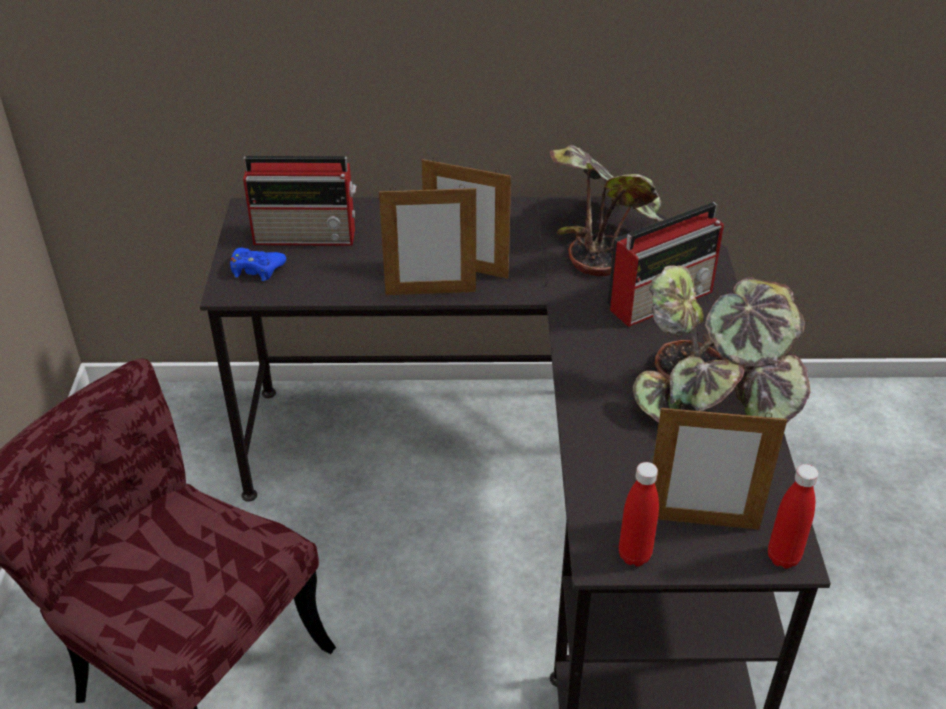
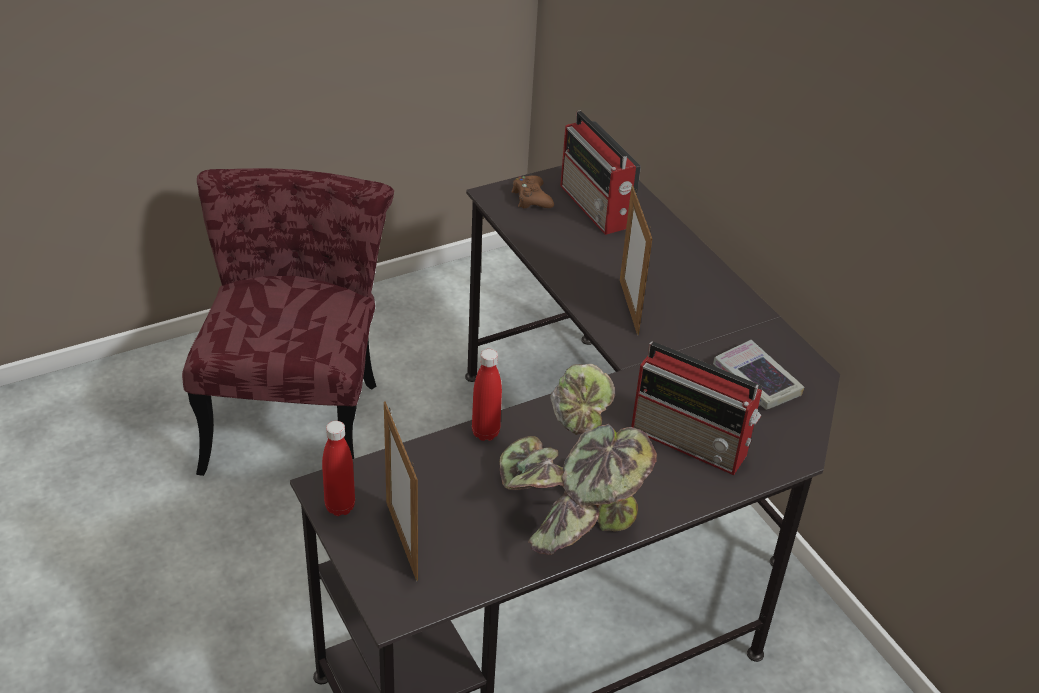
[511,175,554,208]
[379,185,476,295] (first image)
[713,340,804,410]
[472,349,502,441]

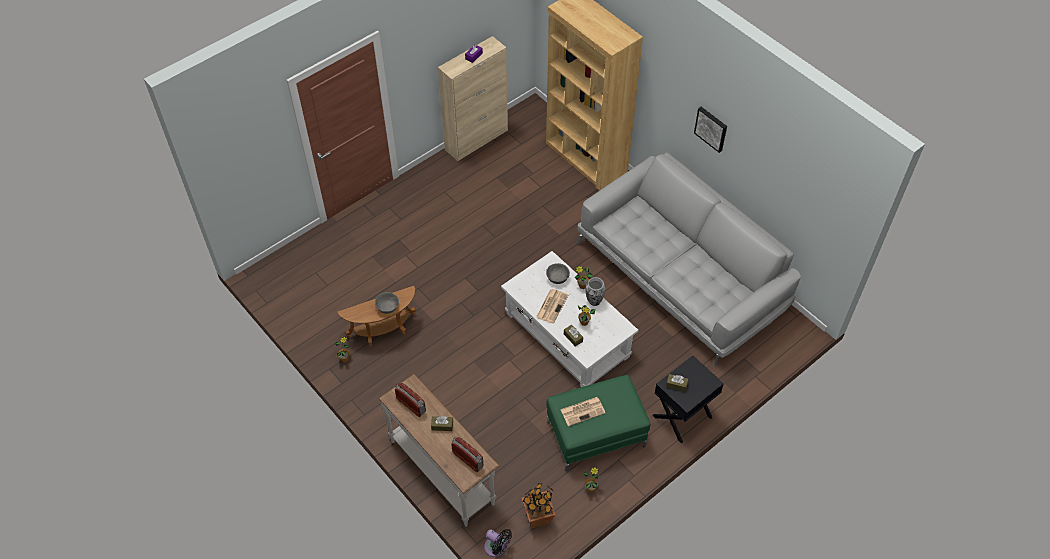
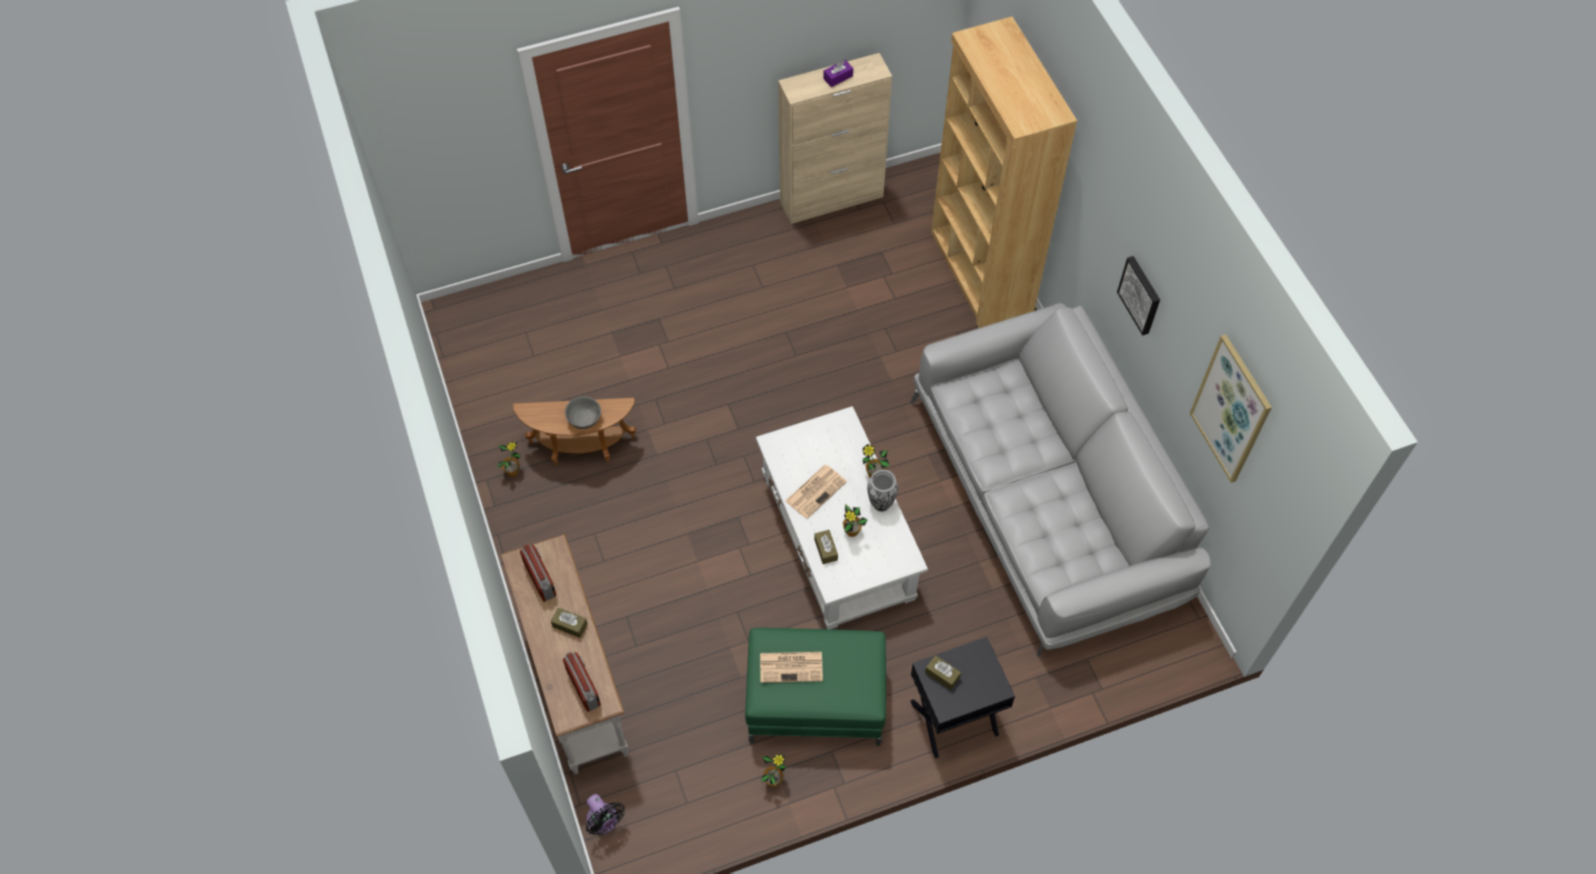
[522,483,555,529] (first image)
[546,263,570,284] (first image)
[1190,334,1272,483]

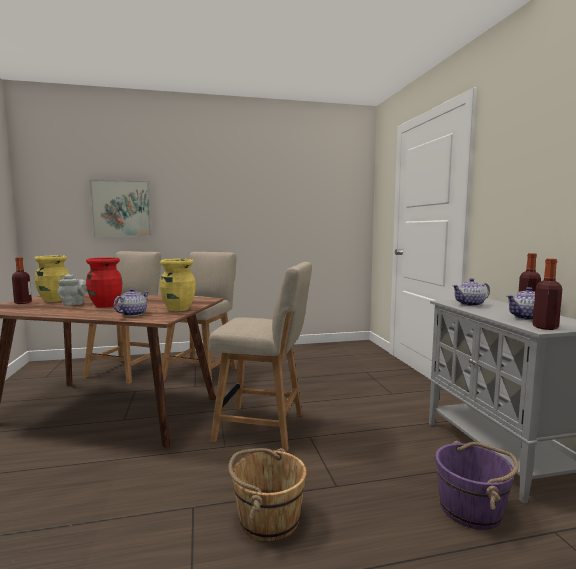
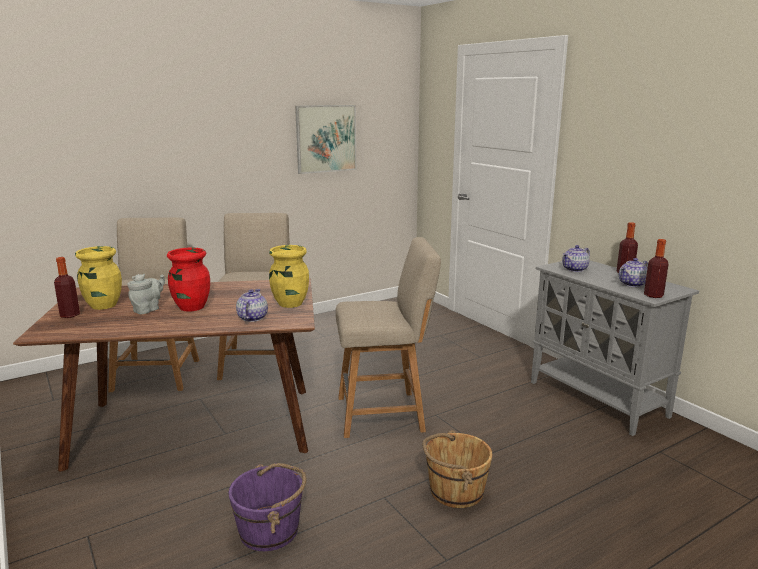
[295,105,356,174]
[229,463,307,551]

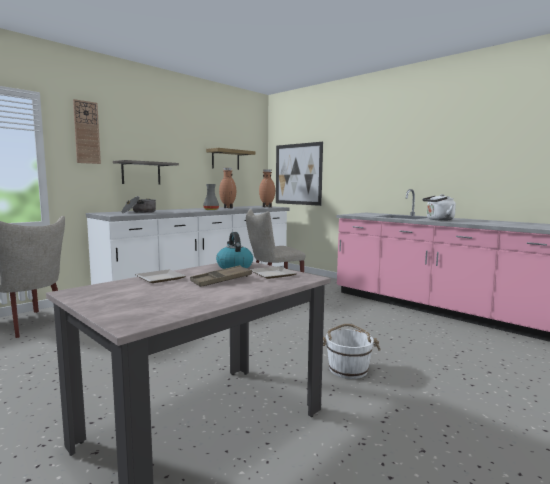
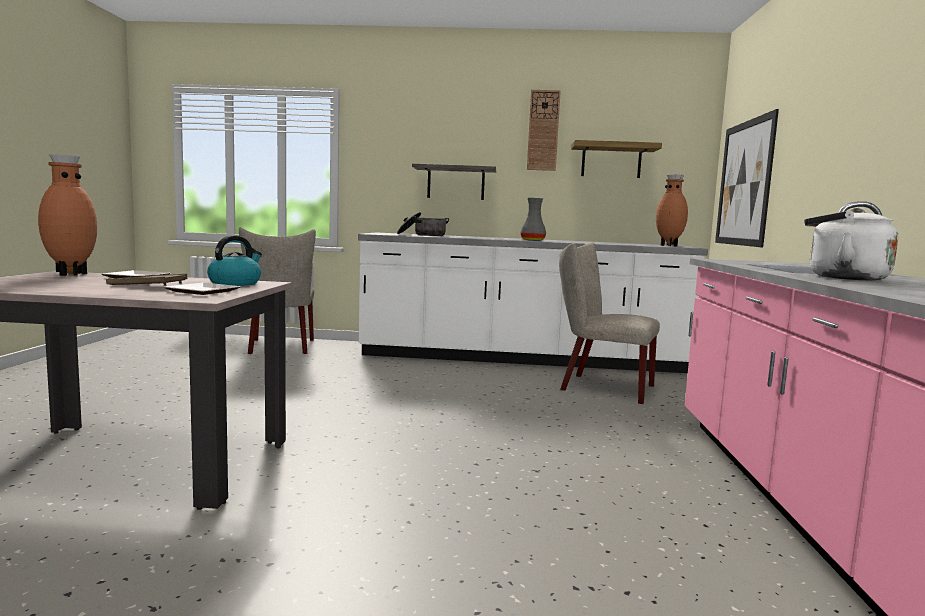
[527,90,561,171]
[38,154,97,276]
[323,324,381,379] (first image)

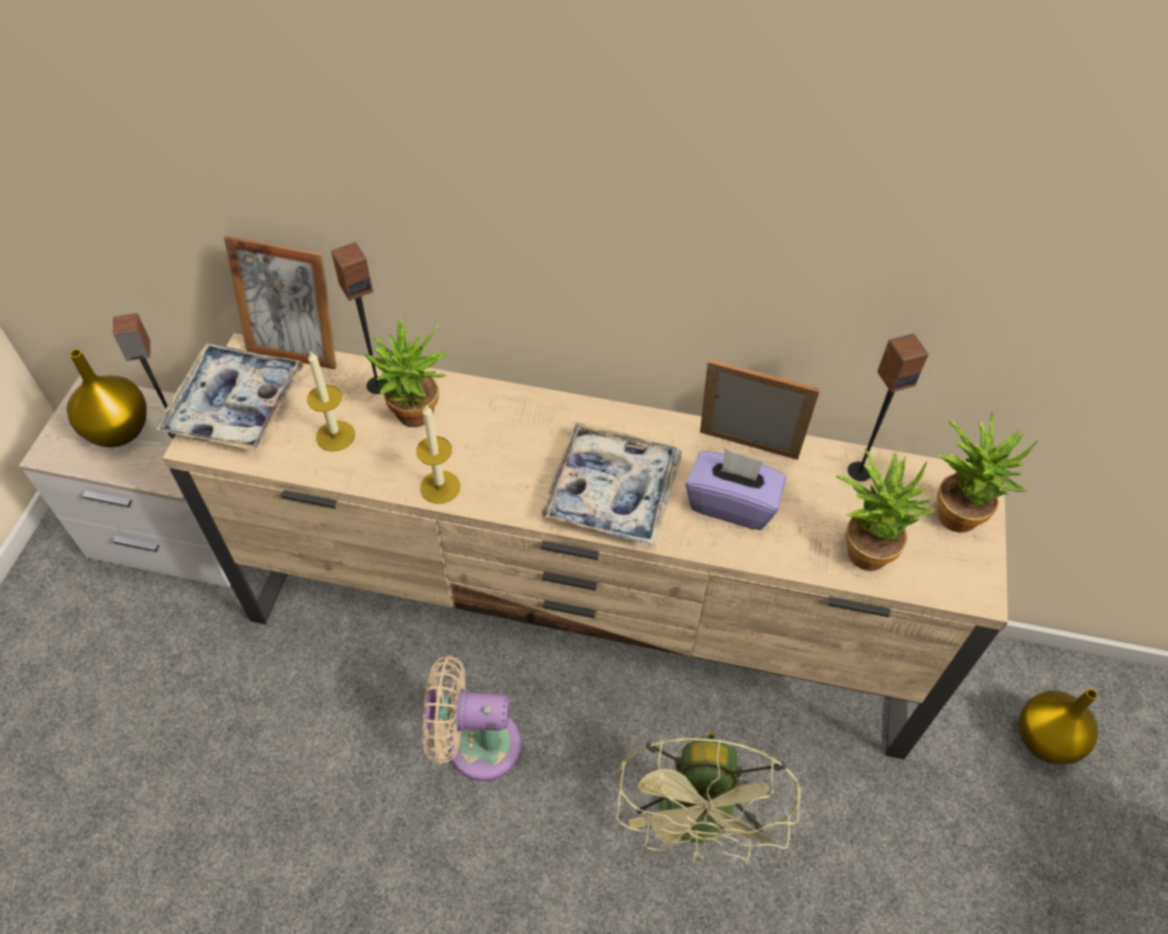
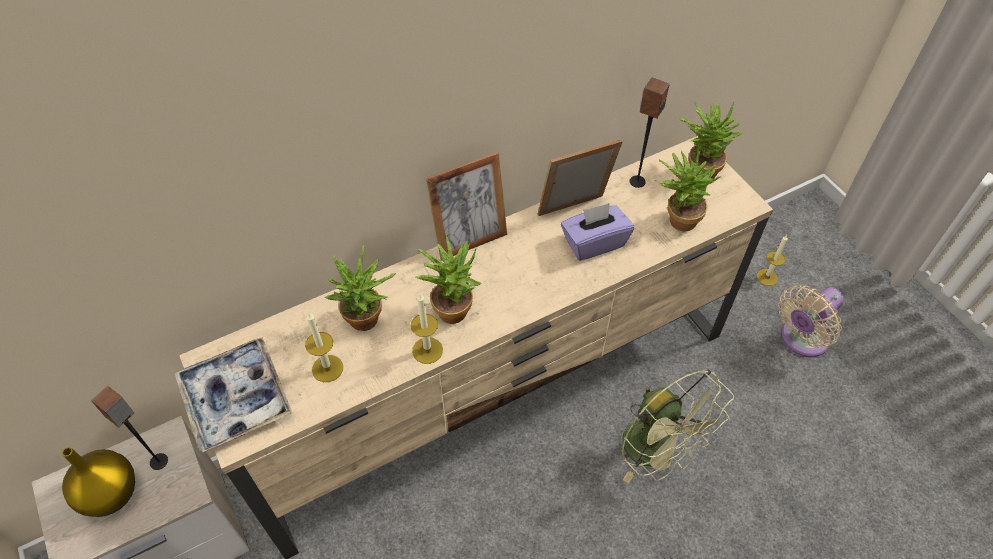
[425,152,507,261]
[331,242,384,394] (first image)
[778,285,844,357]
[539,422,682,547] (first image)
[757,235,787,286]
[415,234,482,324]

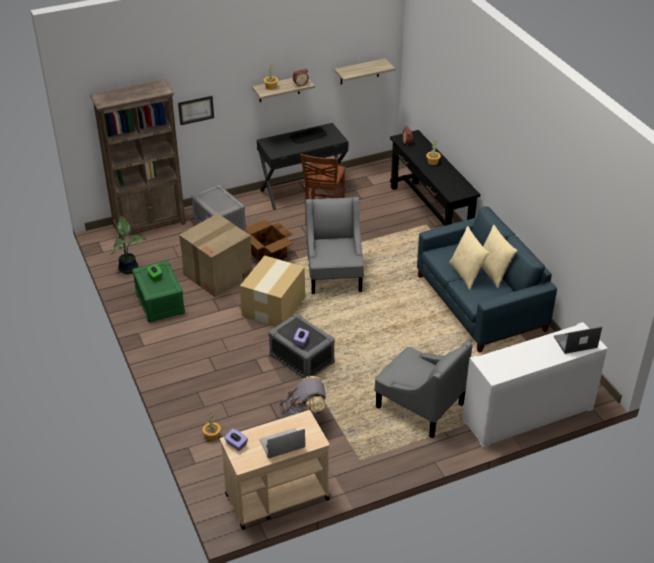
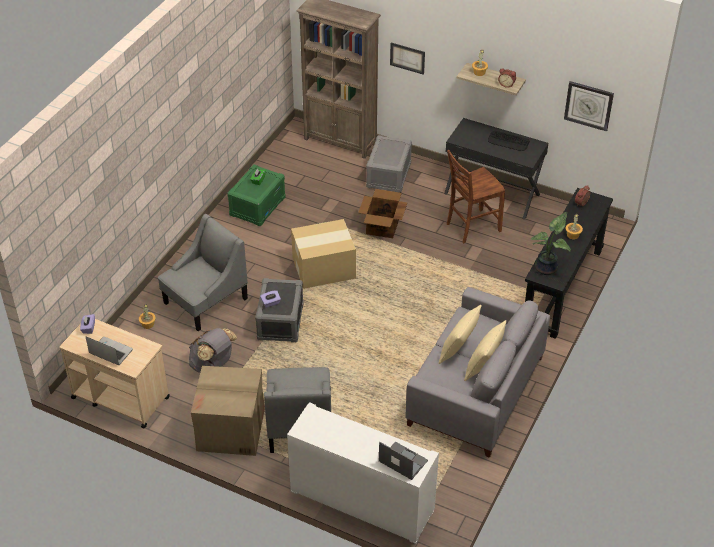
[531,212,571,275]
[191,366,265,456]
[158,214,248,331]
[564,81,614,132]
[405,287,550,458]

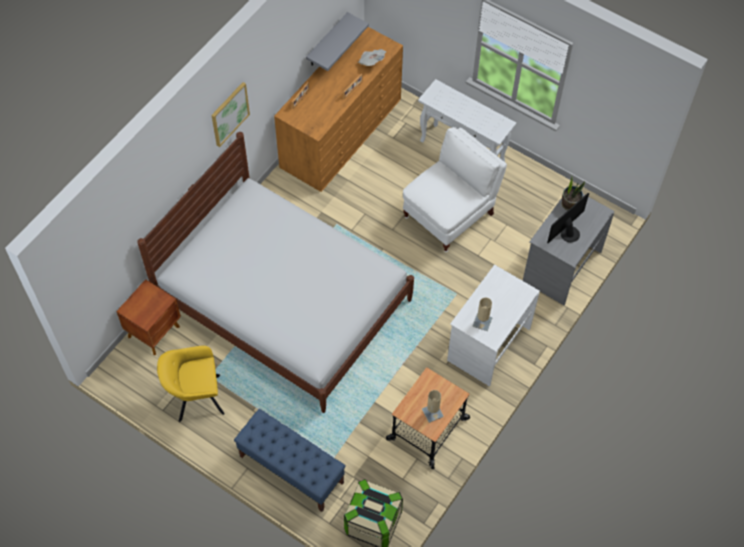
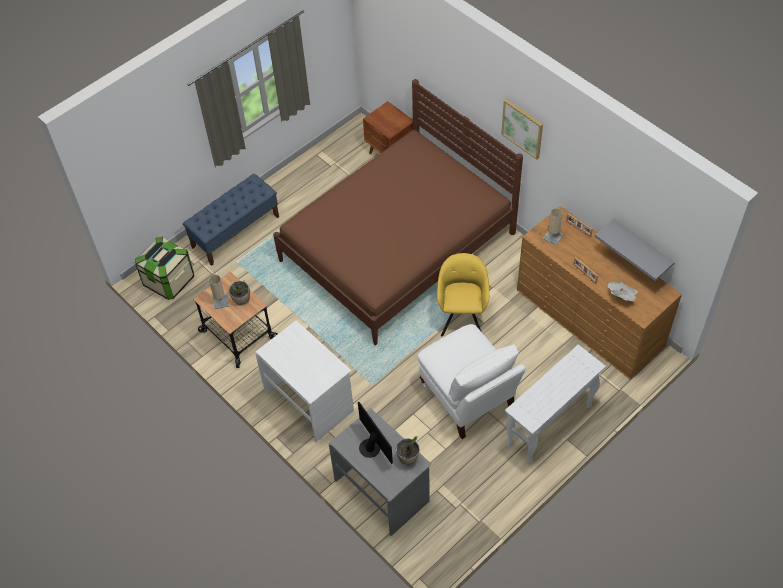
[273,79,523,345]
[437,253,489,336]
[543,208,564,245]
[229,281,250,306]

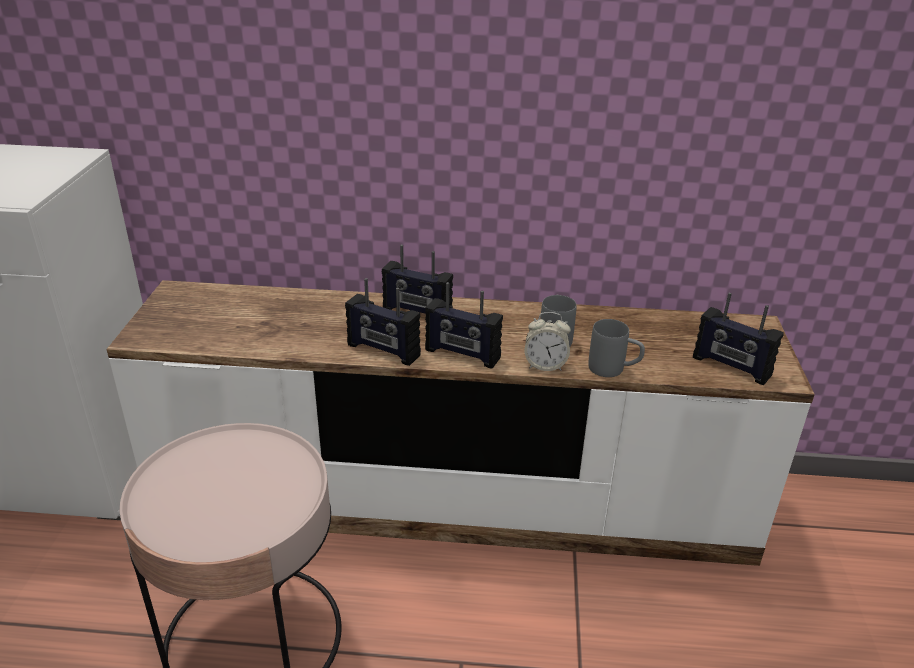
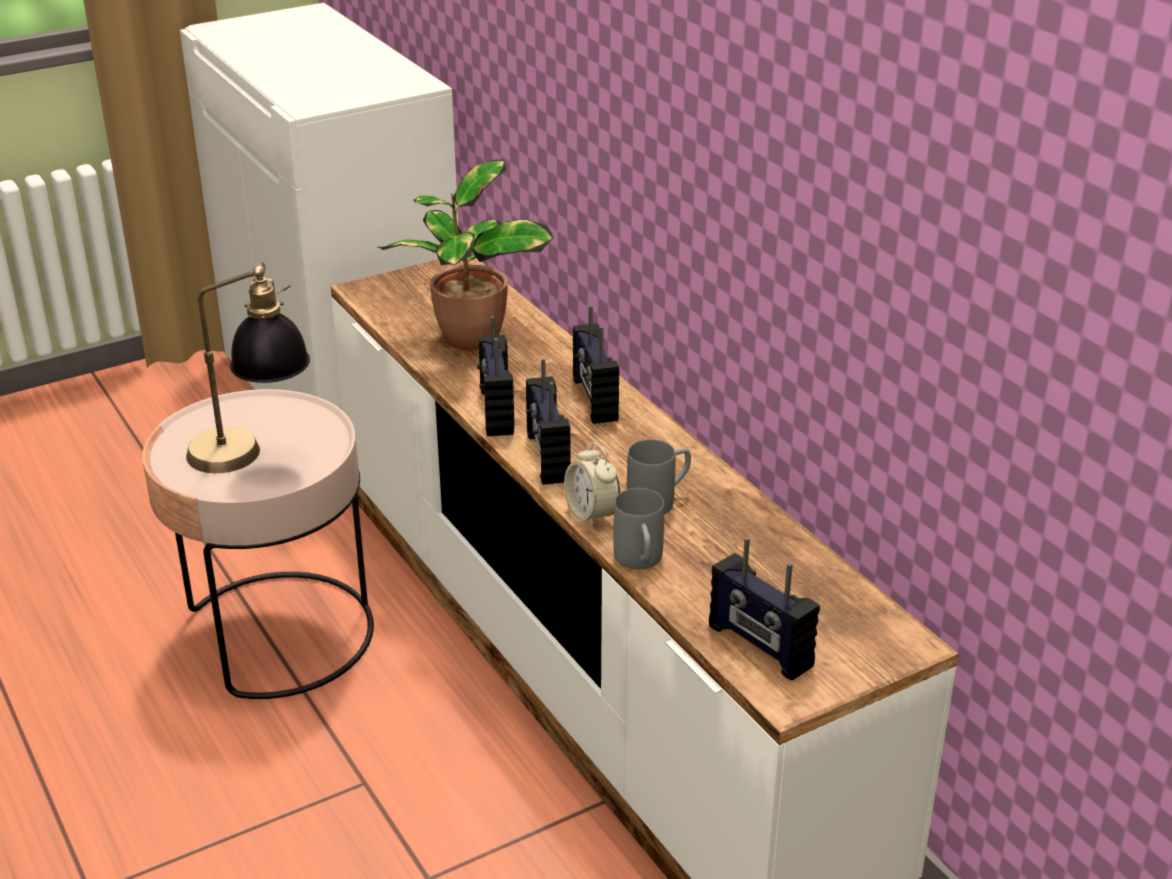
[709,537,820,681]
[186,262,310,473]
[377,159,553,350]

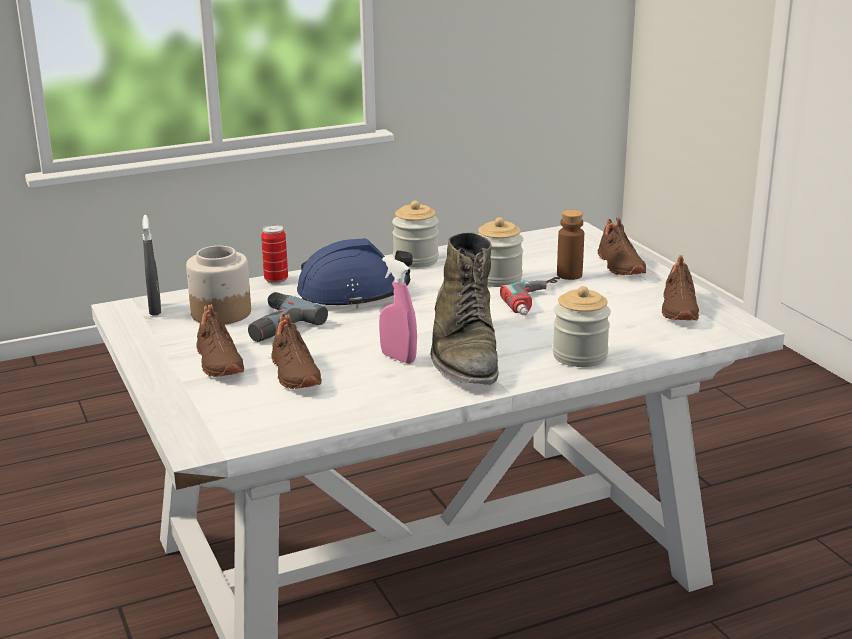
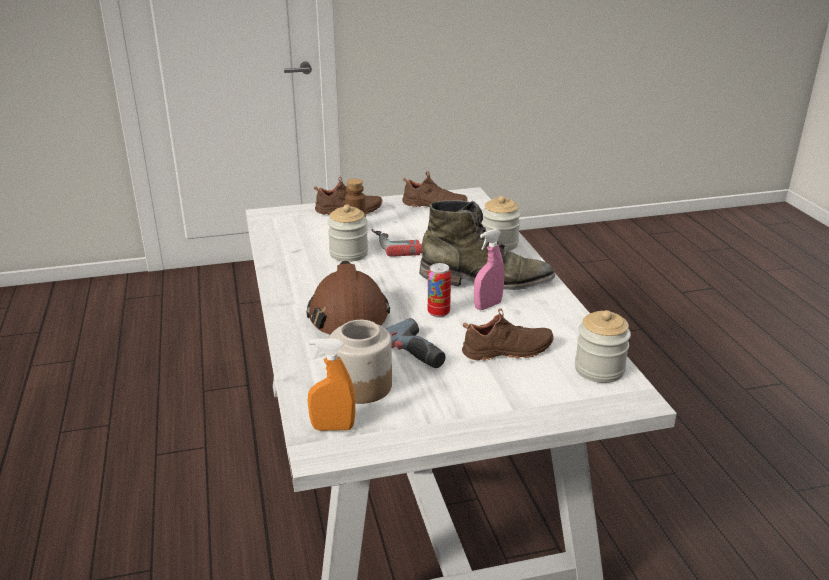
[308,339,355,431]
[196,304,244,377] (first image)
[428,263,451,318]
[306,261,390,335]
[575,310,631,383]

